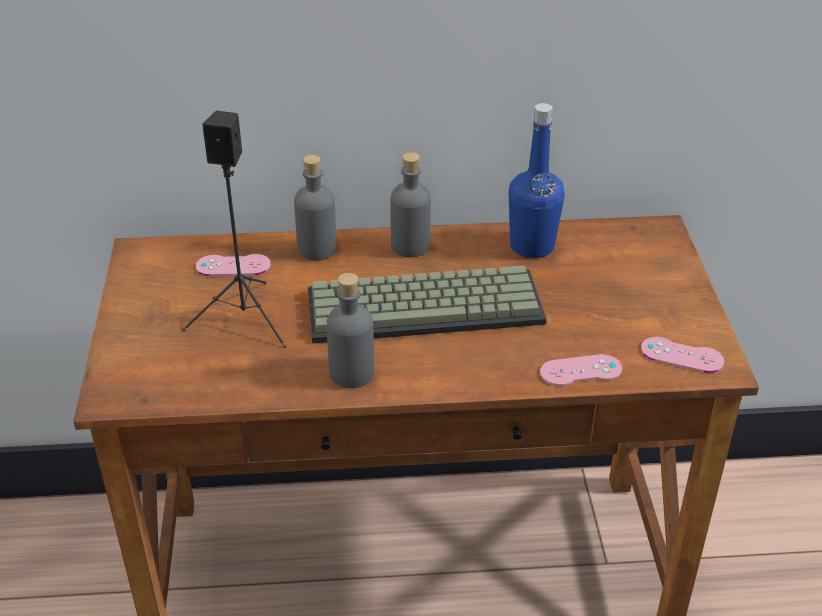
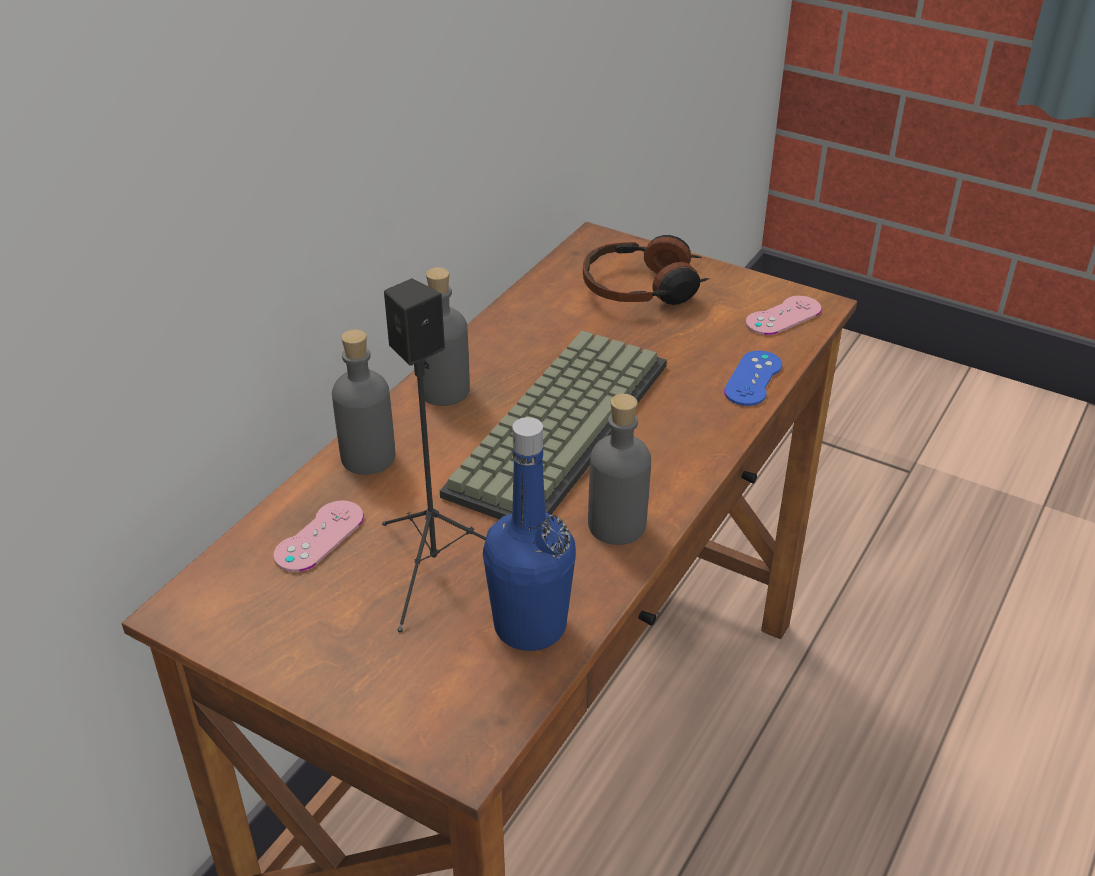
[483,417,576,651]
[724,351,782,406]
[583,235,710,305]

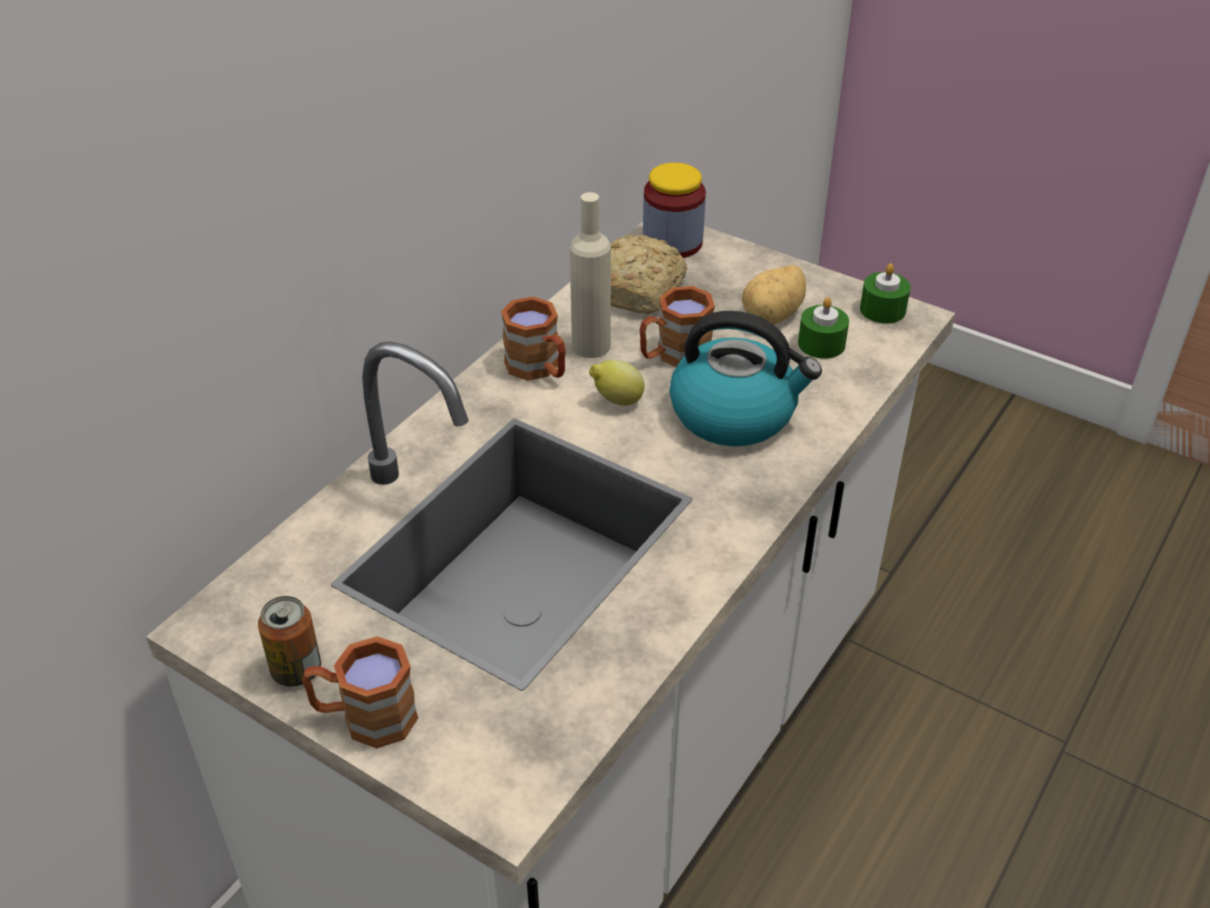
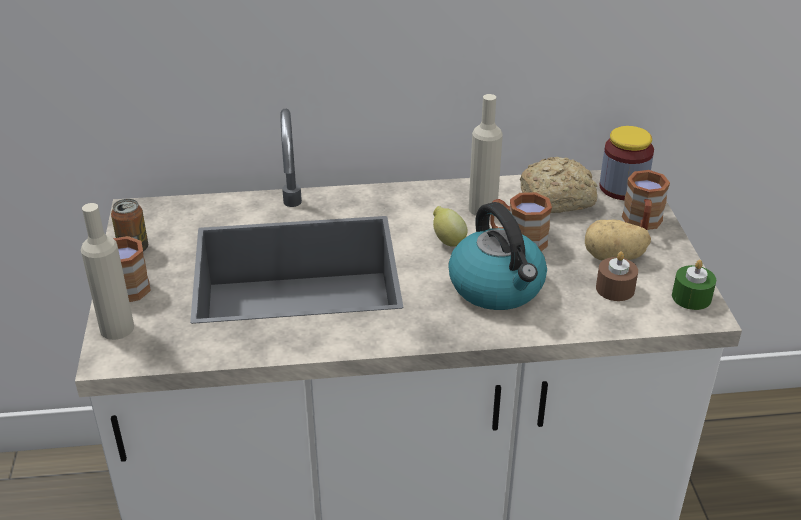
[622,170,670,230]
[596,251,638,301]
[81,203,134,340]

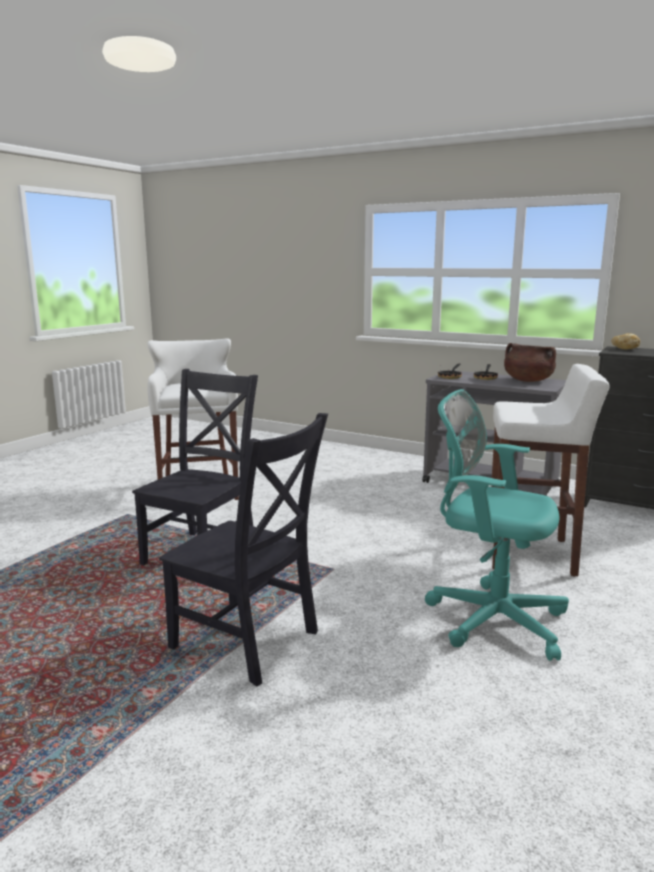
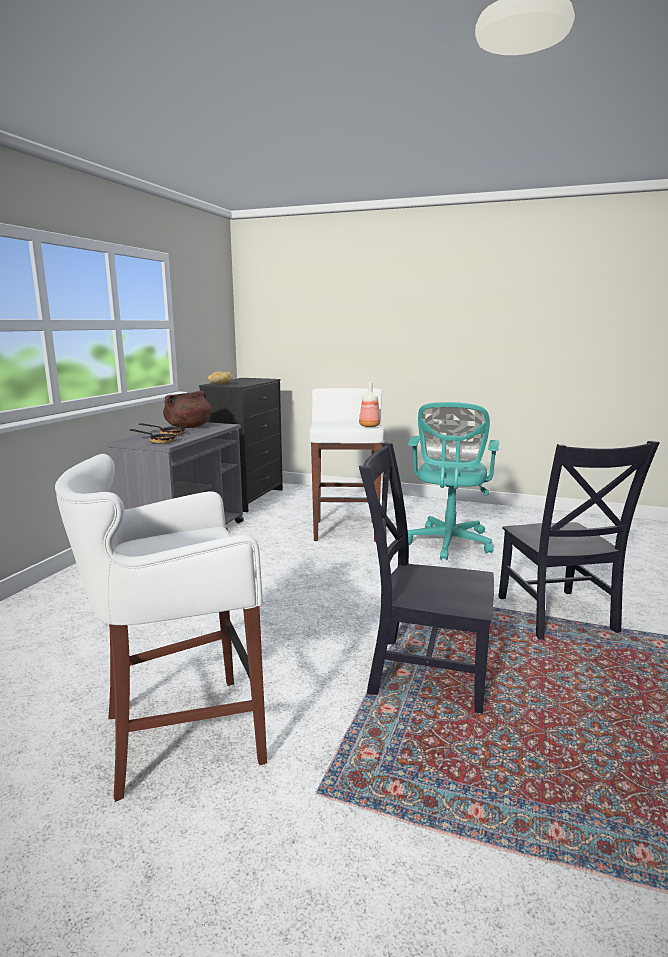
[498,441,660,640]
[359,382,380,427]

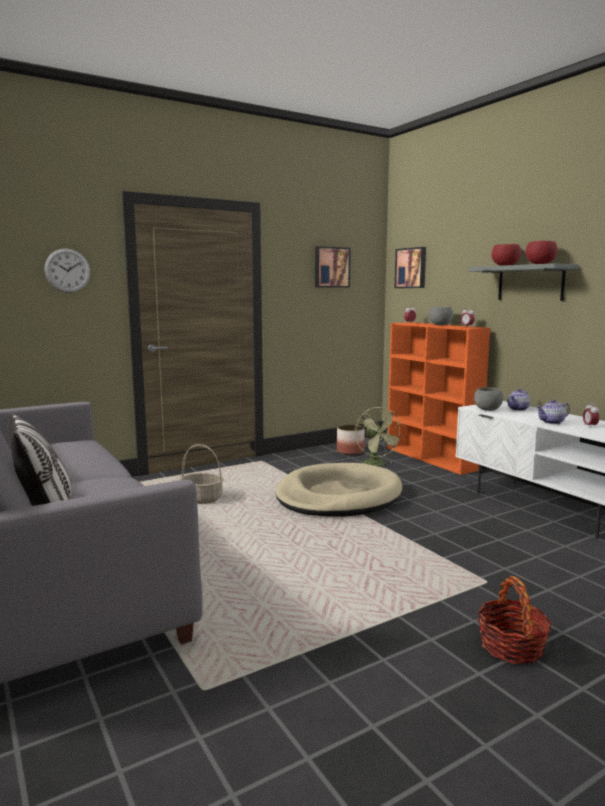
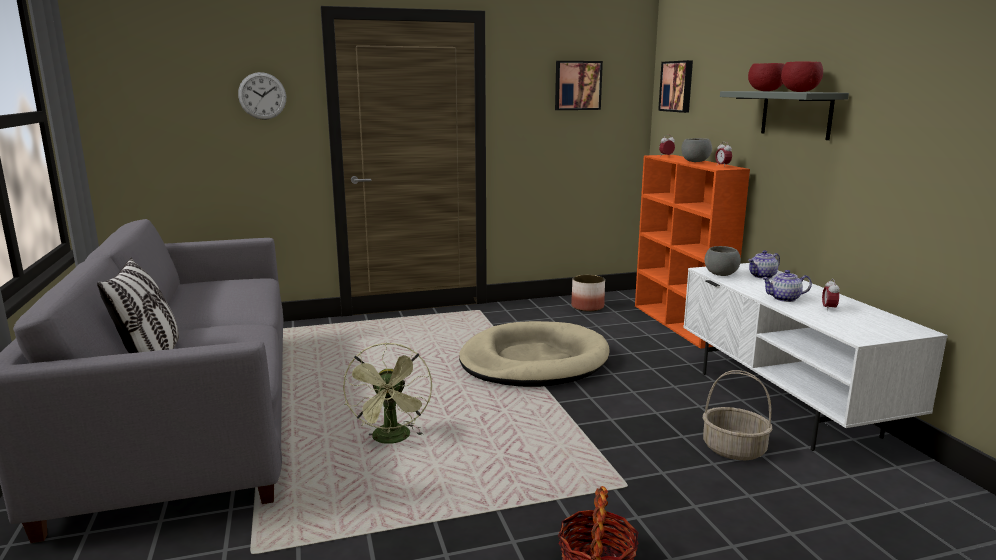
[703,370,772,460]
[343,342,432,444]

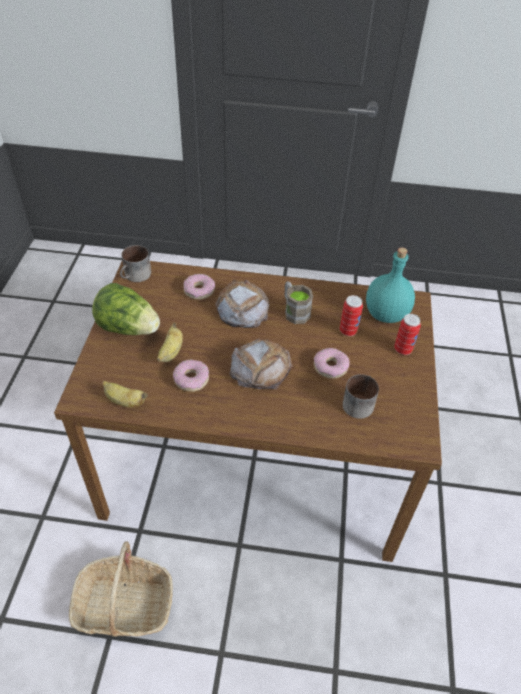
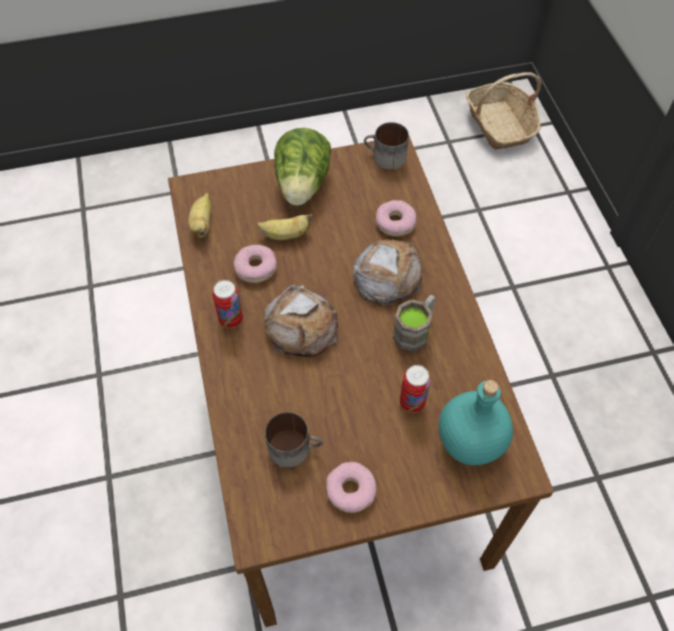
[466,72,541,149]
[326,462,377,513]
[212,280,243,328]

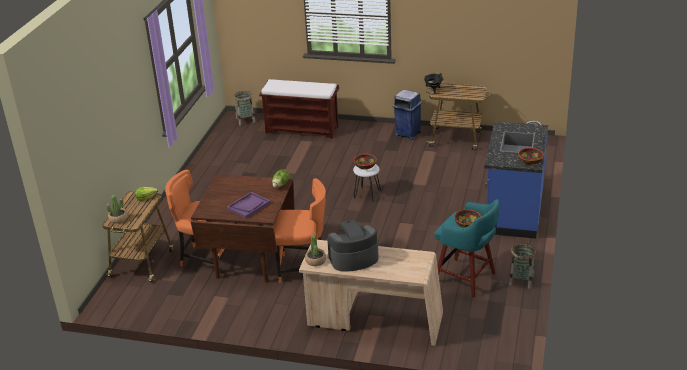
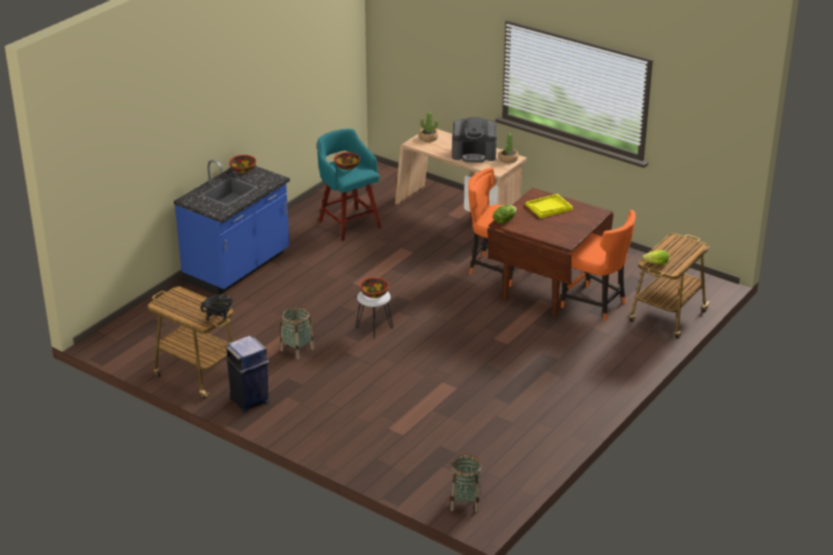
[419,112,438,142]
[526,194,573,218]
[259,79,339,139] (first image)
[280,306,314,359]

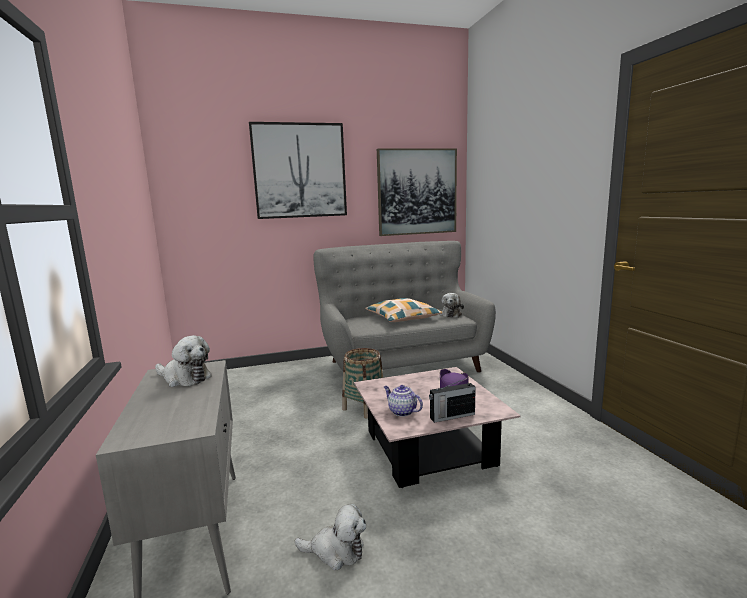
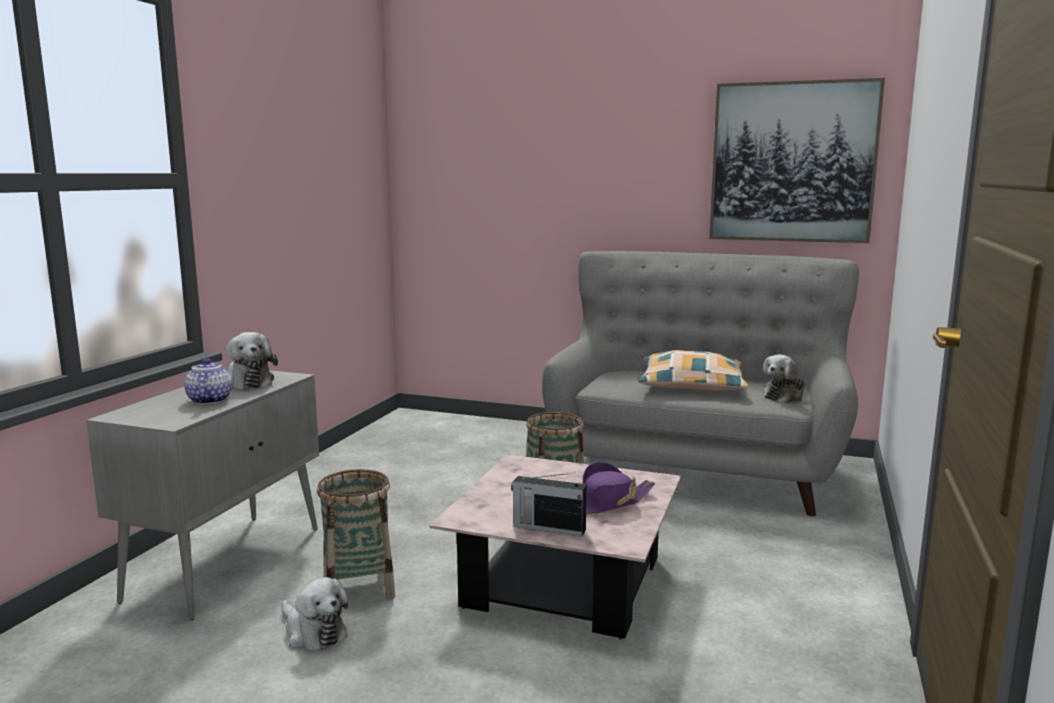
[249,122,347,219] (first image)
[184,358,232,404]
[317,469,395,600]

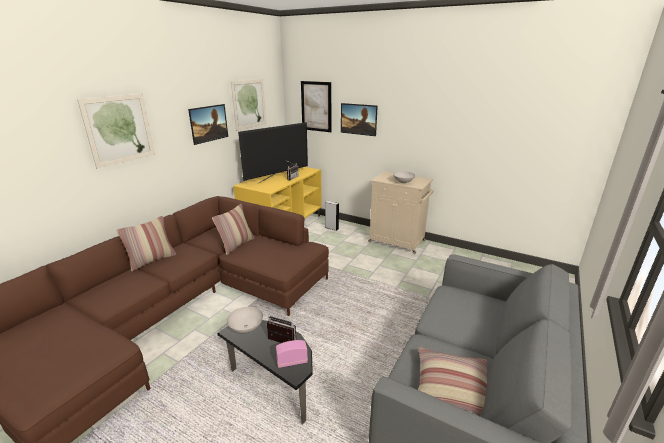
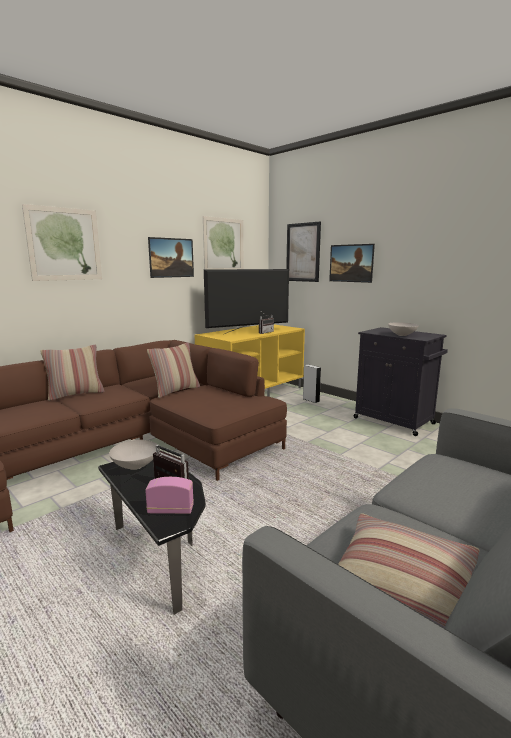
[353,327,448,436]

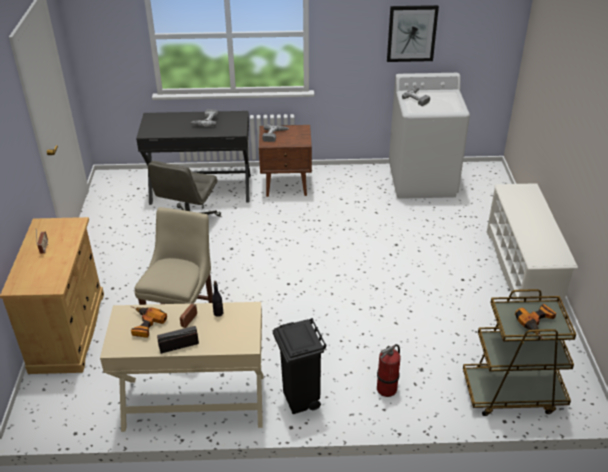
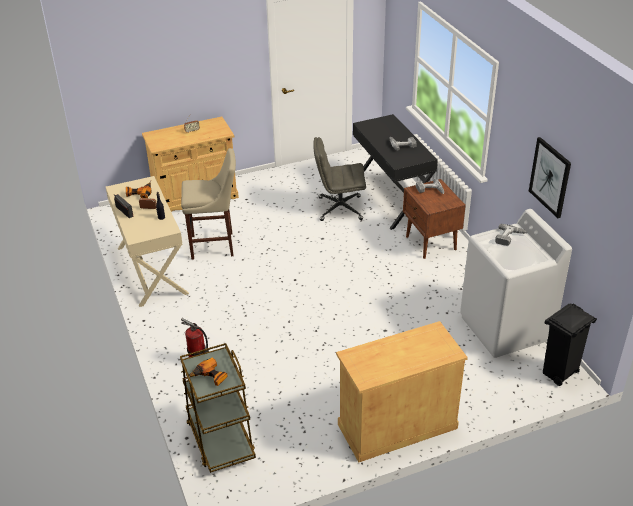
[543,303,597,386]
[336,321,468,462]

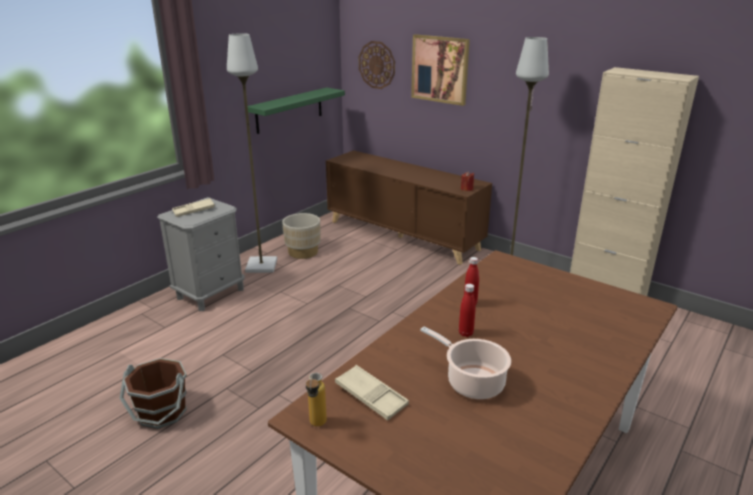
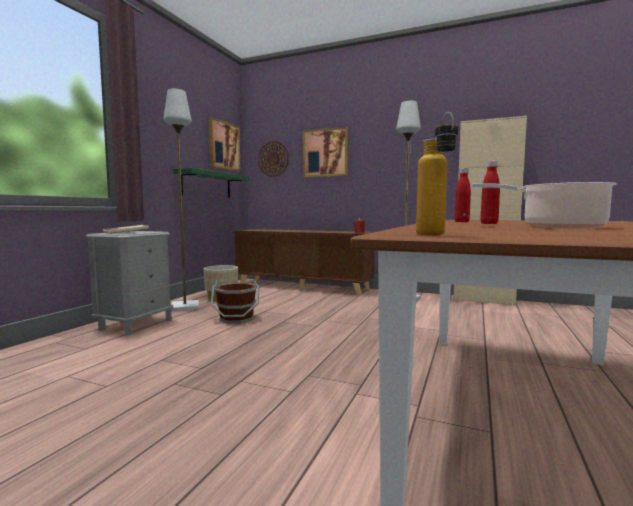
[211,281,259,323]
[335,365,409,421] (first image)
[209,117,240,171]

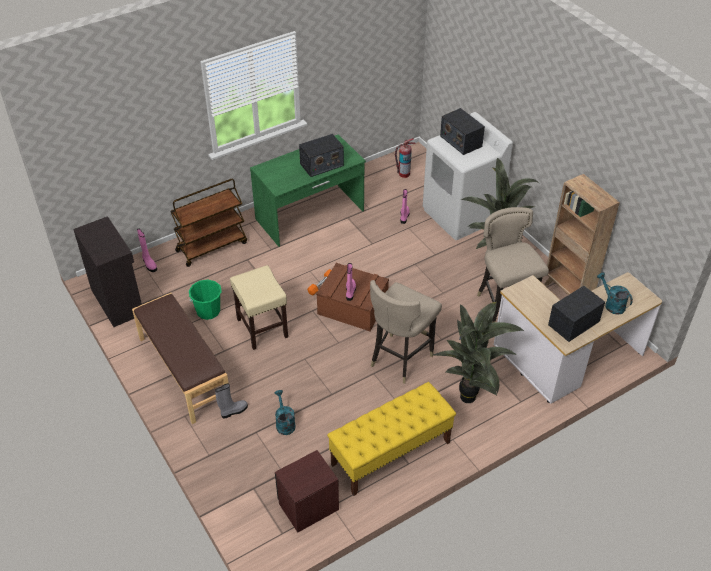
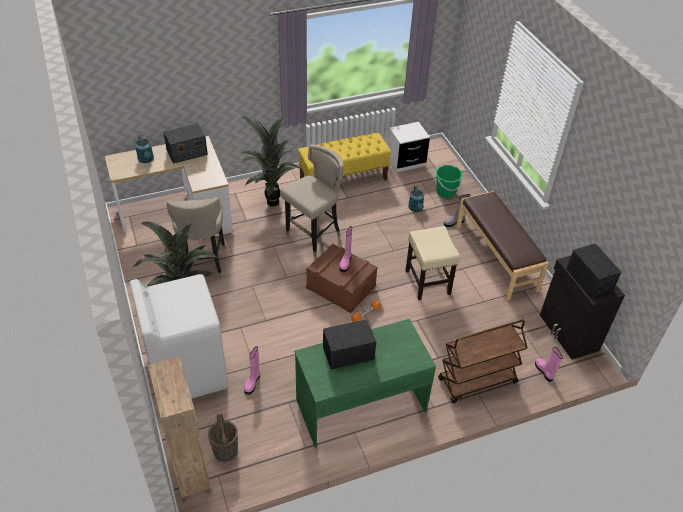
[436,165,463,198]
[388,122,430,172]
[208,414,238,462]
[567,243,621,298]
[148,357,213,503]

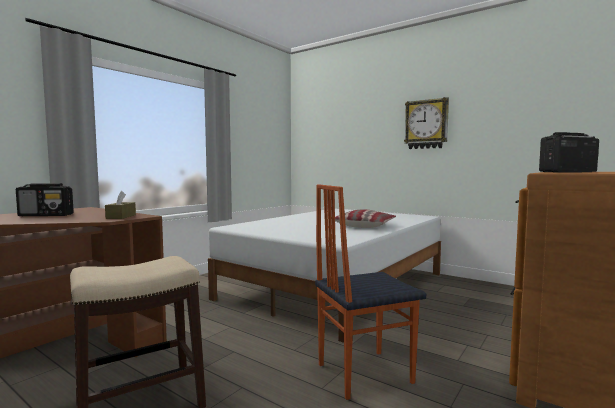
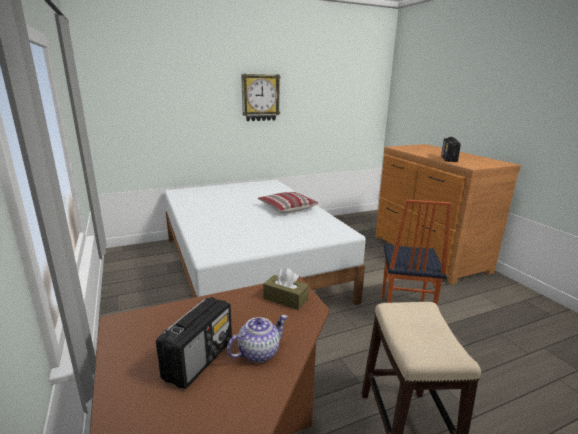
[227,315,288,363]

